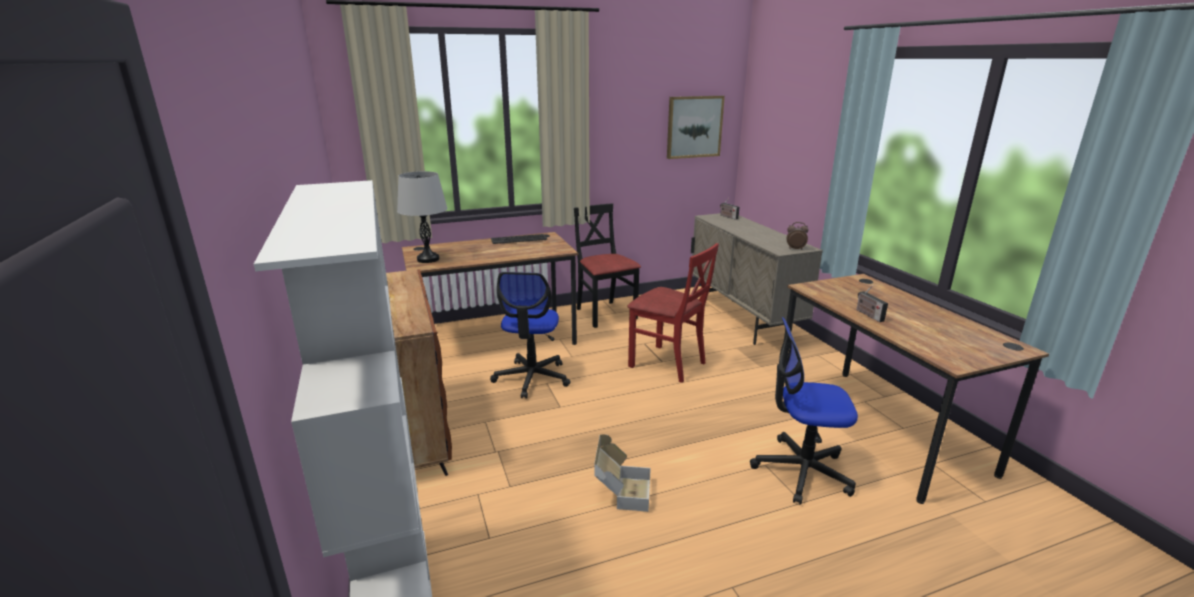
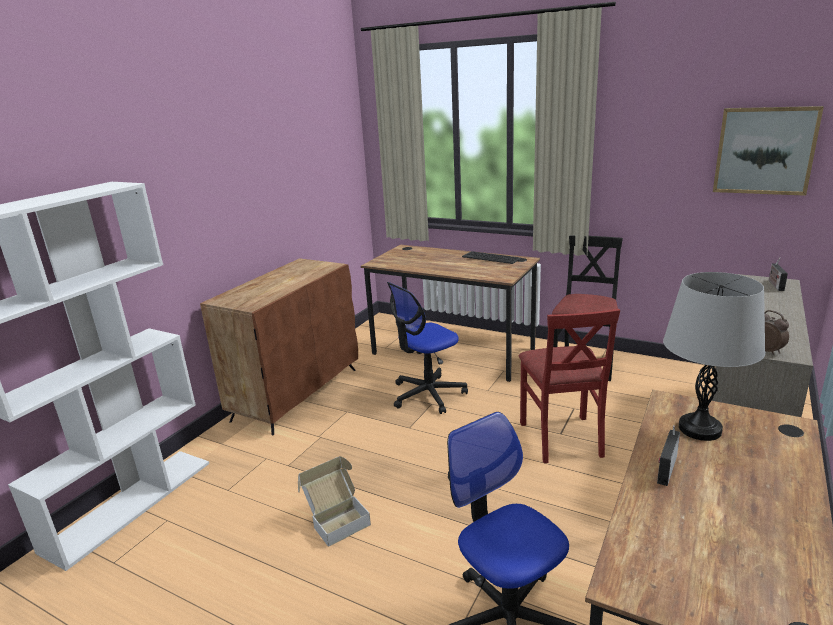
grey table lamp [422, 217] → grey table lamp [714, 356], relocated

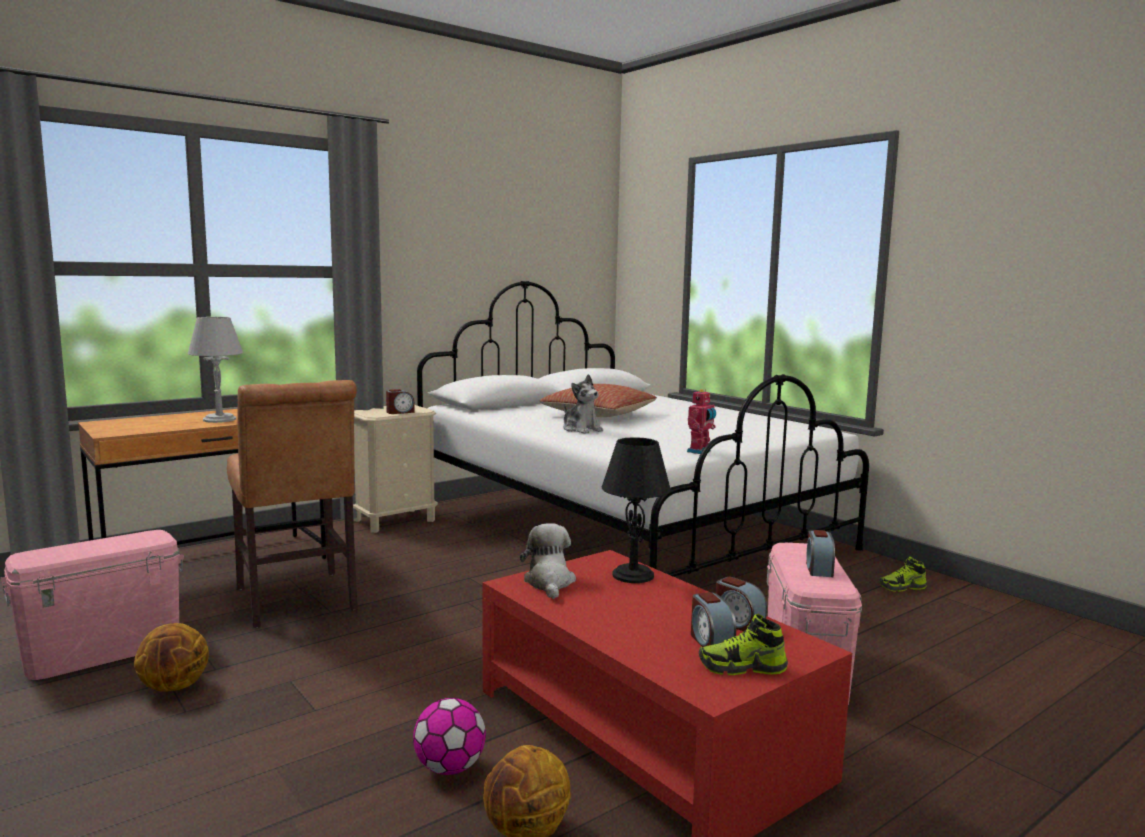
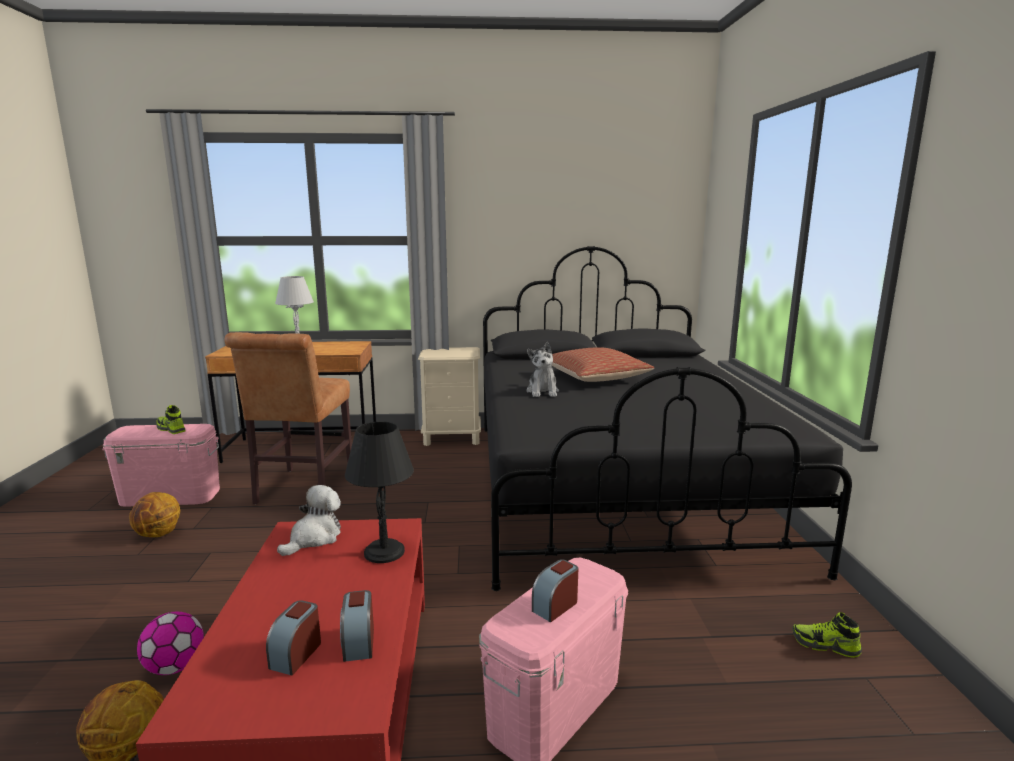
alarm clock [400, 401] → -
toy robot [701, 421] → -
shoe [743, 644] → shoe [171, 419], relocated
white bed [643, 429] → black bed [667, 418]

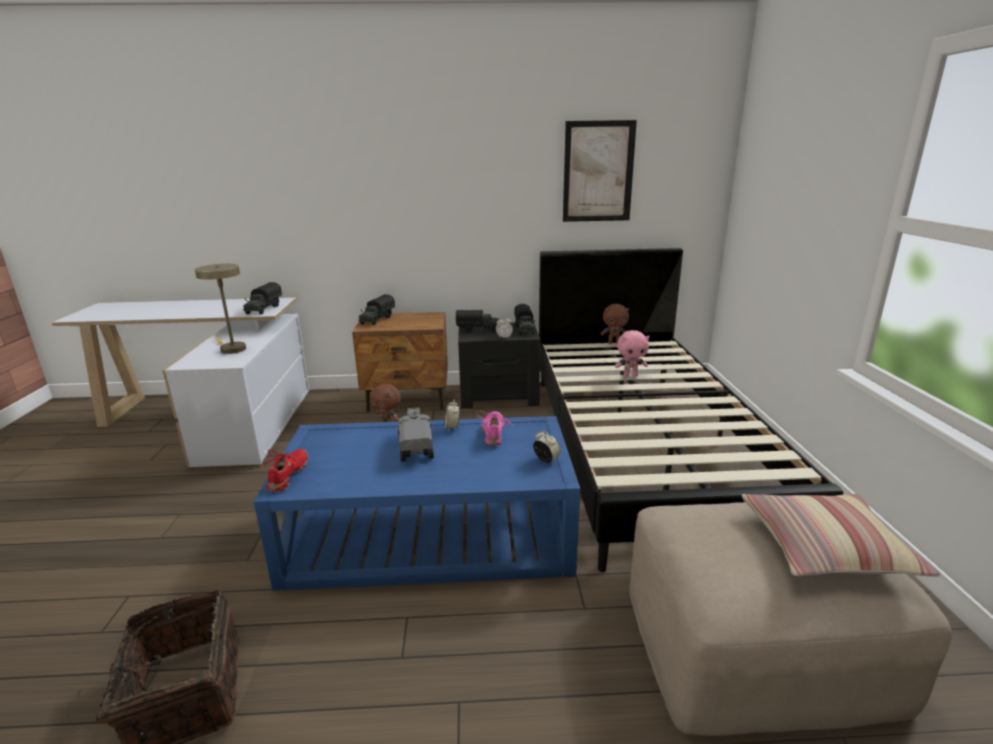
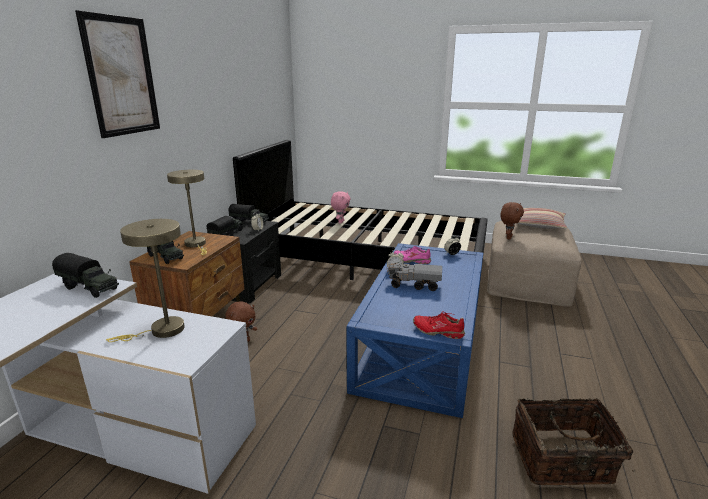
- → beige table lamp [187, 212]
picture [600, 171] → picture [117, 74], relocated
brown plush toy [614, 324] → brown plush toy [512, 220], relocated

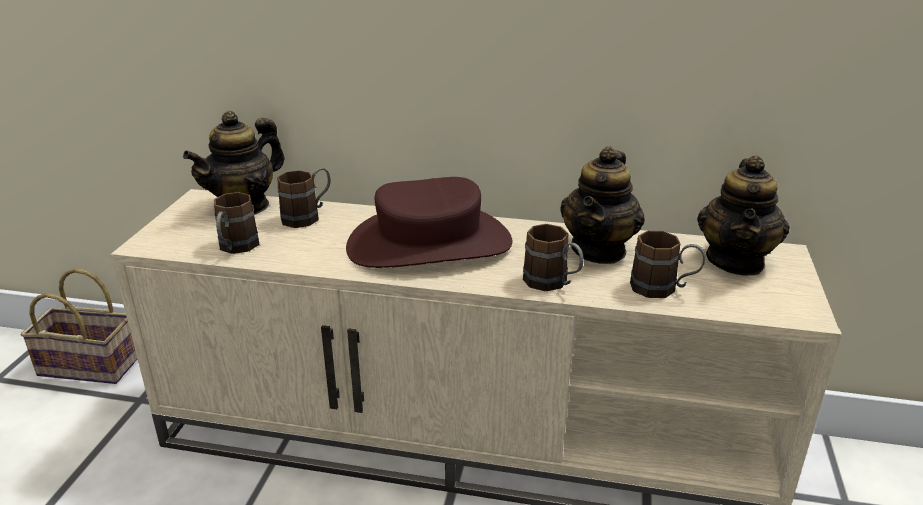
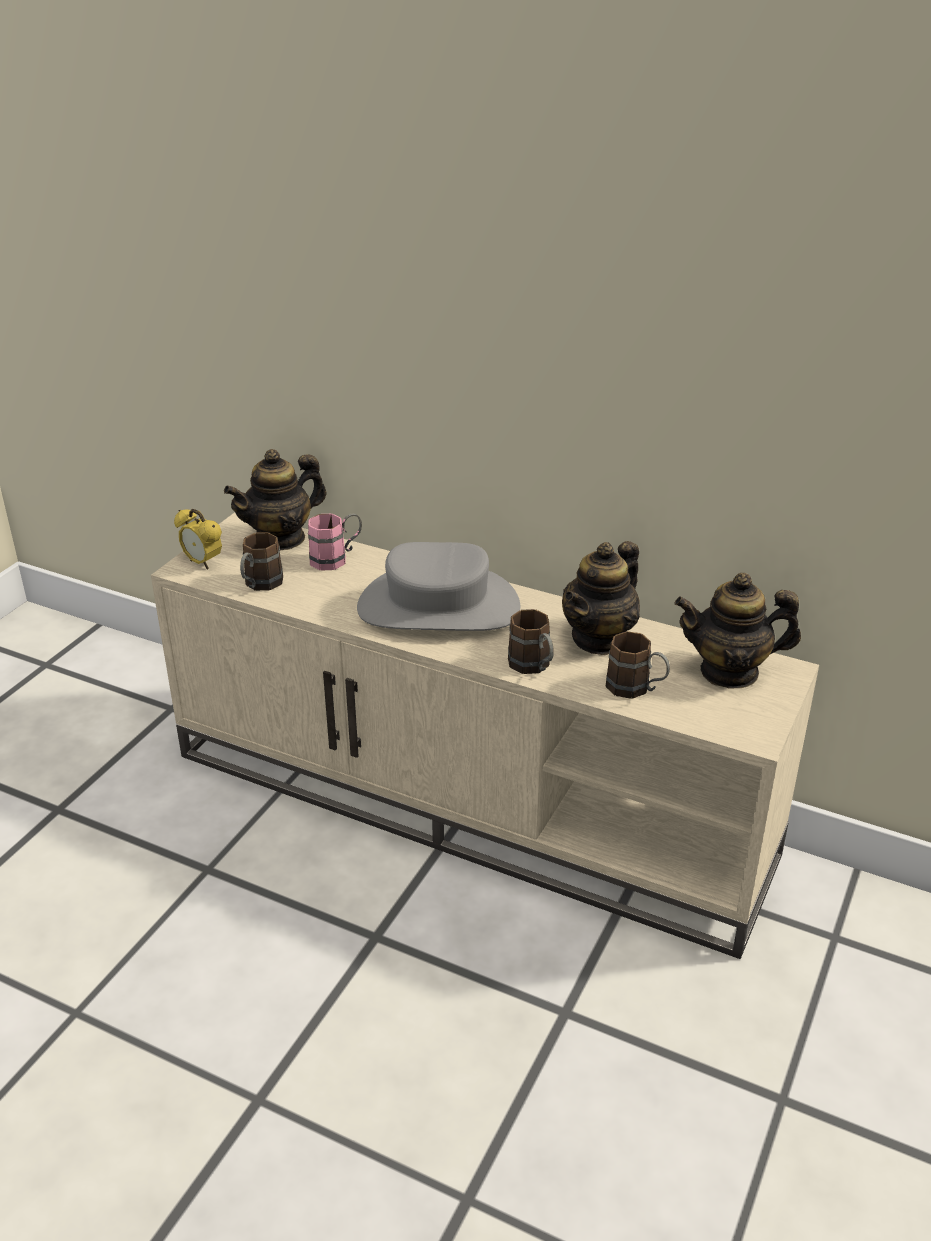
basket [79, 326] → -
- → alarm clock [198, 539]
brown mug [303, 198] → pink mug [335, 541]
brown hat [429, 222] → grey hat [438, 586]
teapot [743, 215] → teapot [737, 630], 60 degrees clockwise

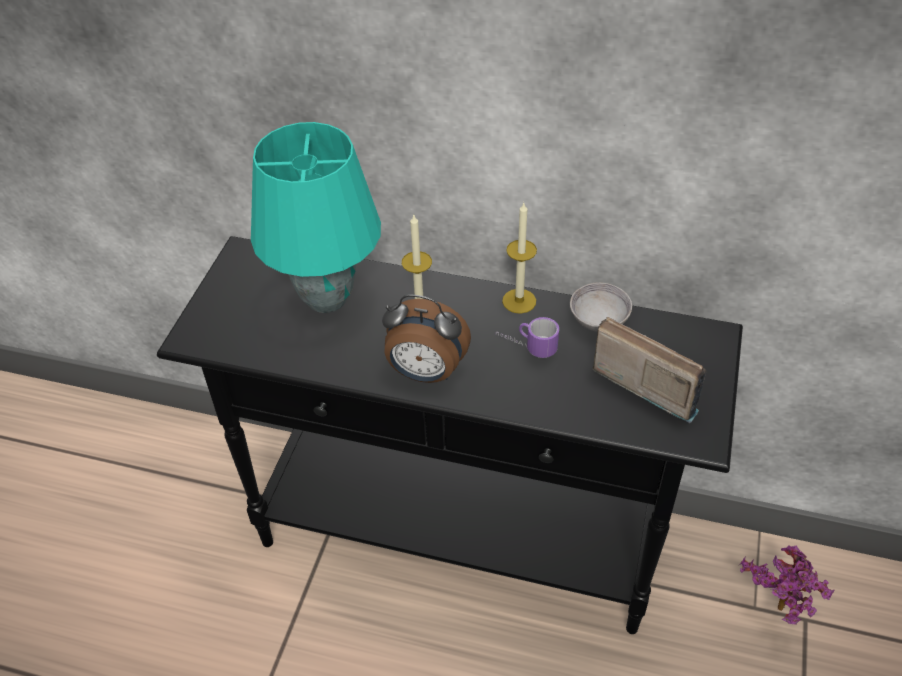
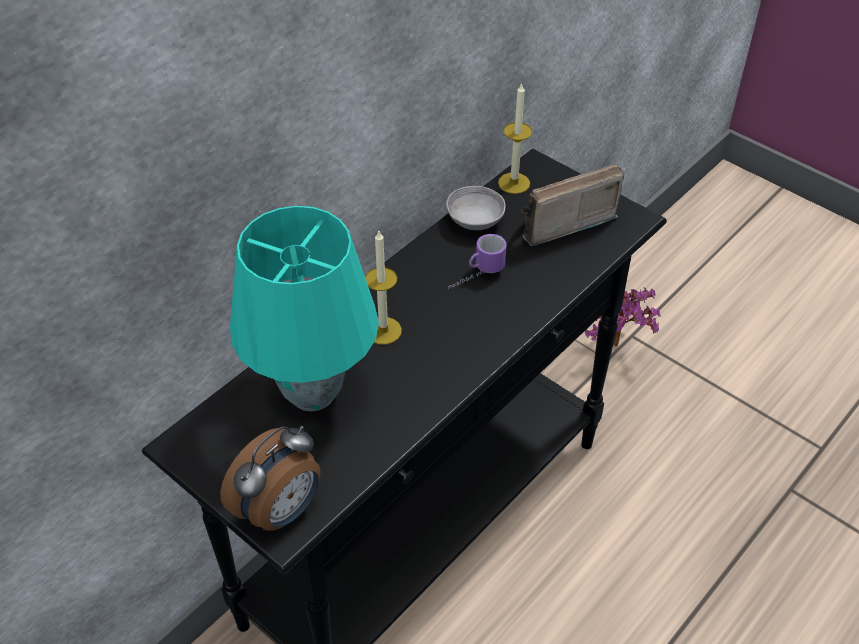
alarm clock [426, 338] → alarm clock [270, 478], relocated
candle [519, 258] → candle [515, 138], relocated

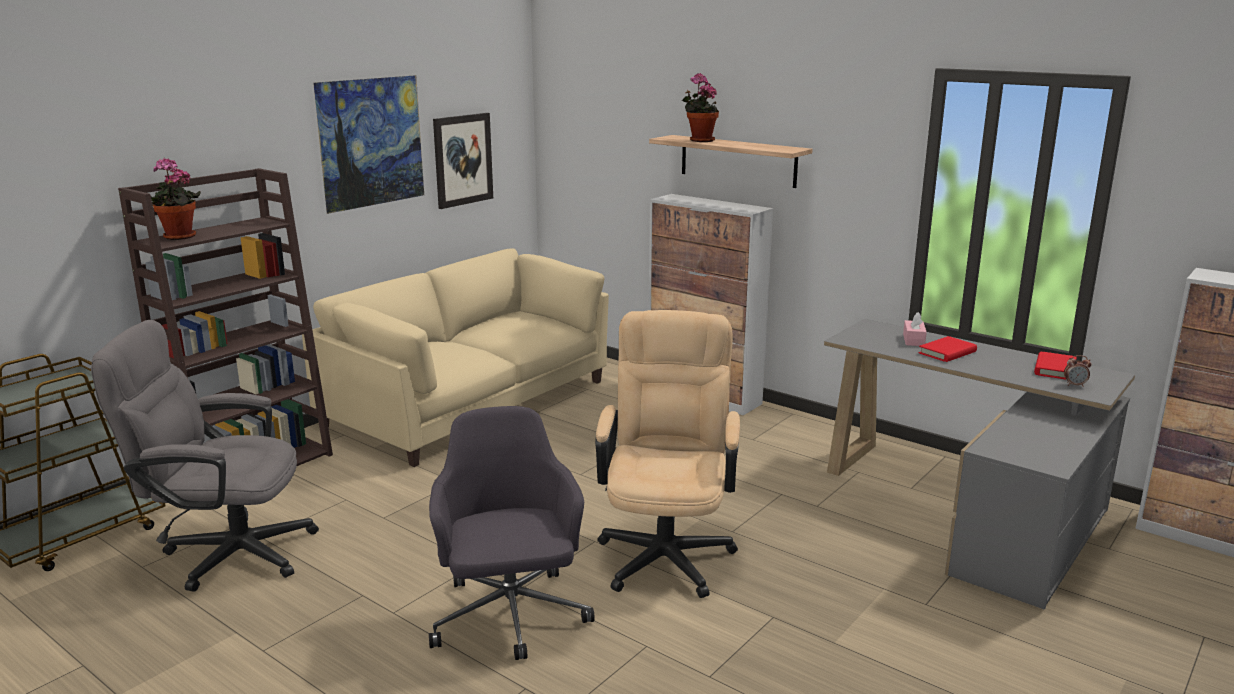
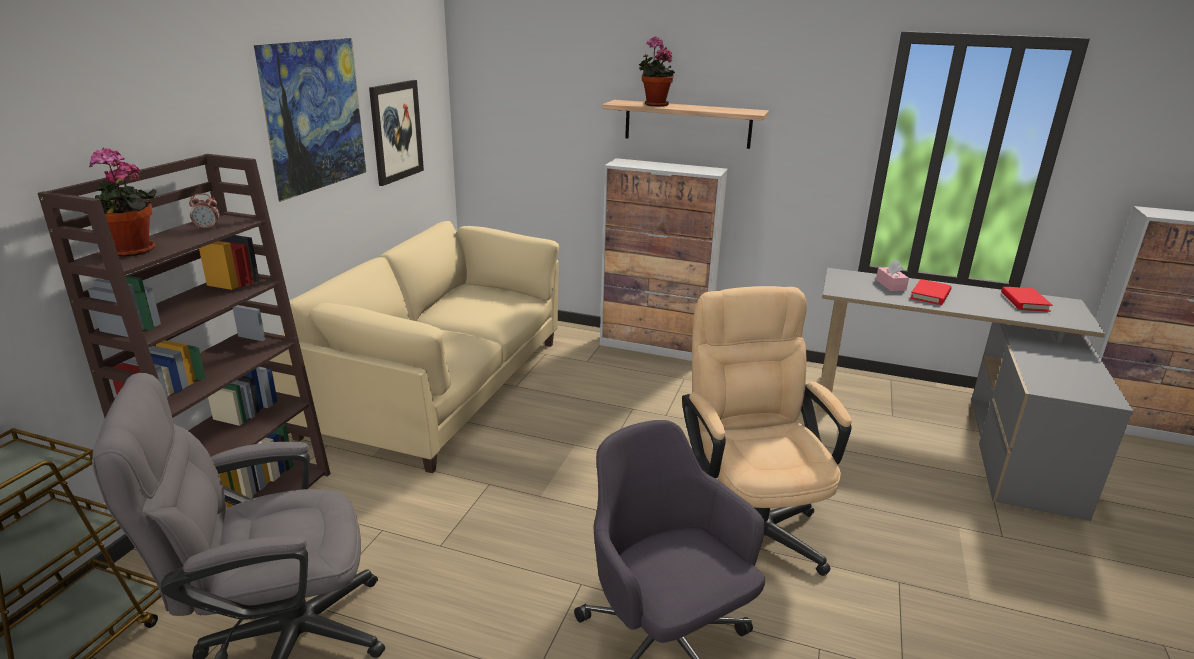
alarm clock [1077, 371] → alarm clock [204, 211], relocated

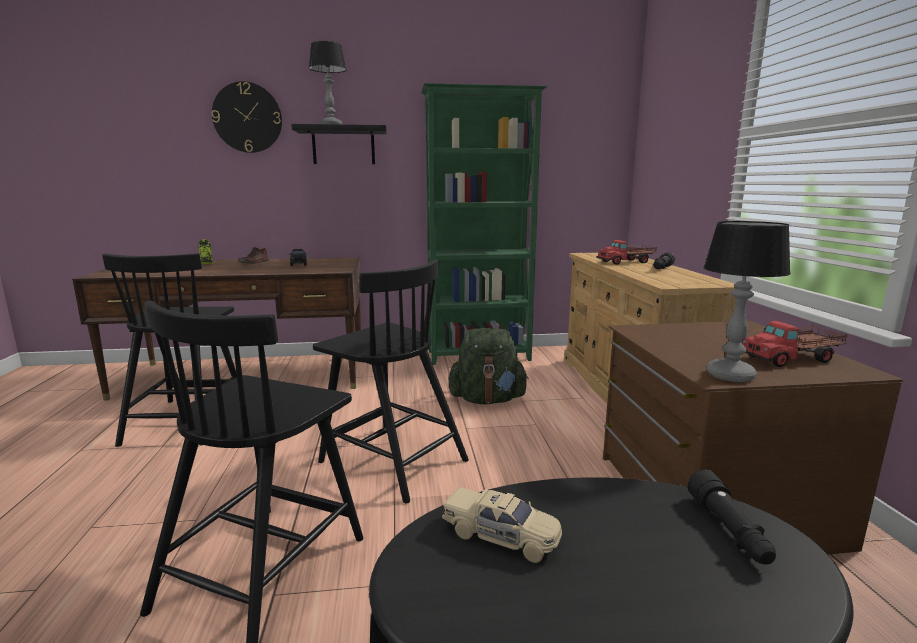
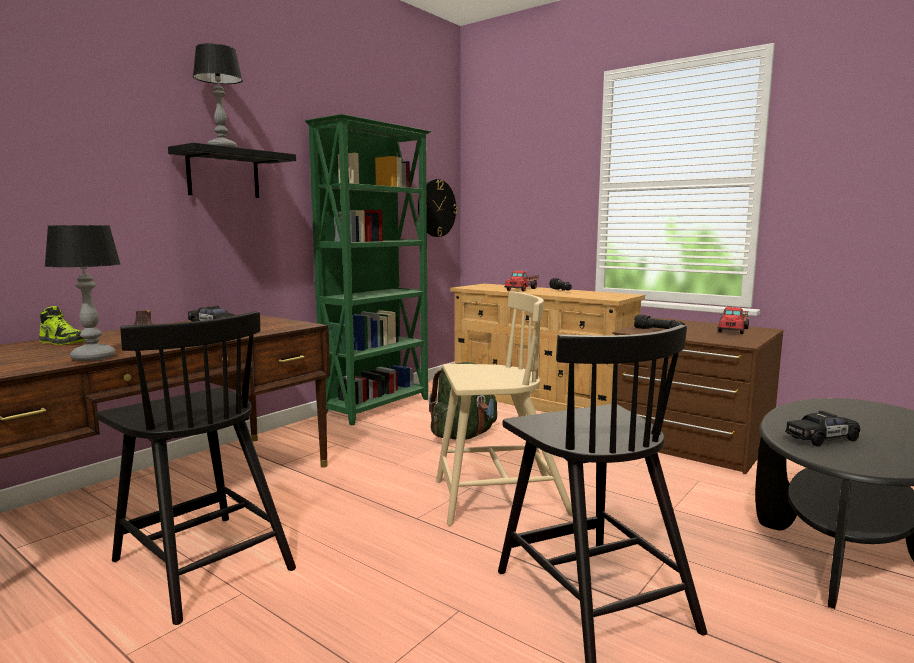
wall clock [247, 117] → wall clock [437, 208], relocated
black flashlight [732, 517] → black flashlight [659, 321], relocated
table lamp [747, 301] → table lamp [82, 293], relocated
black chair [391, 382] → beige chair [504, 408]
beige toy car [502, 525] → black toy car [822, 429]

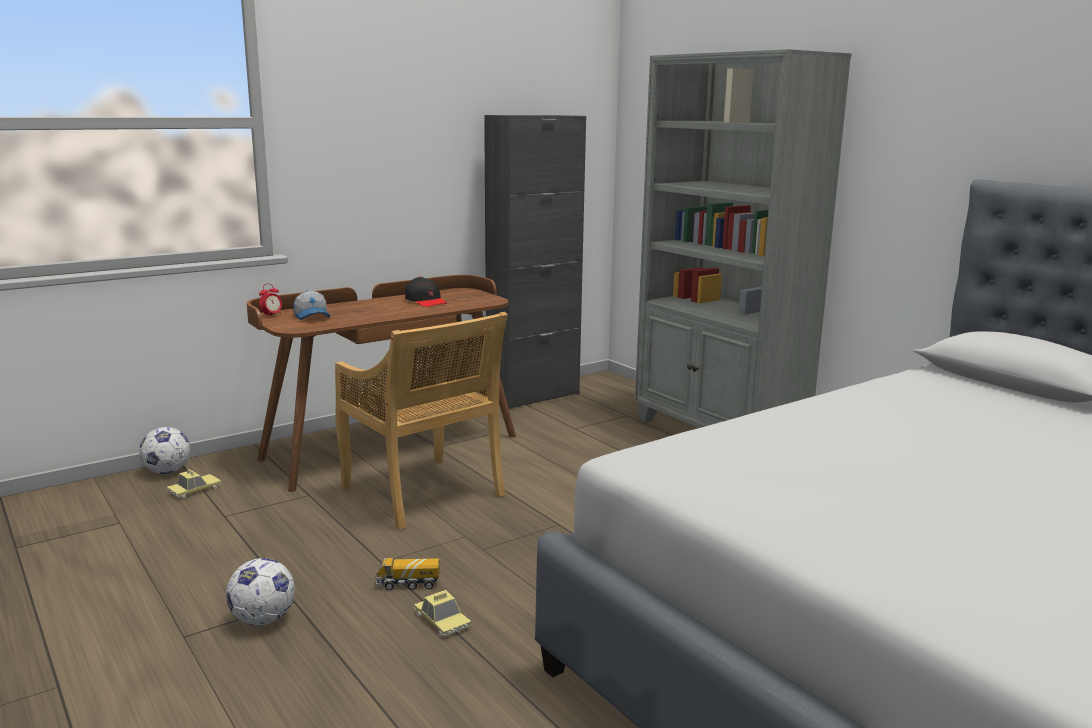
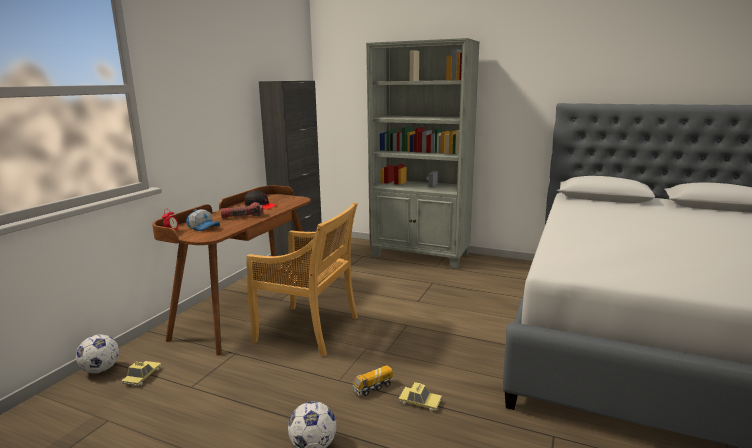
- → flashlight [242, 210]

